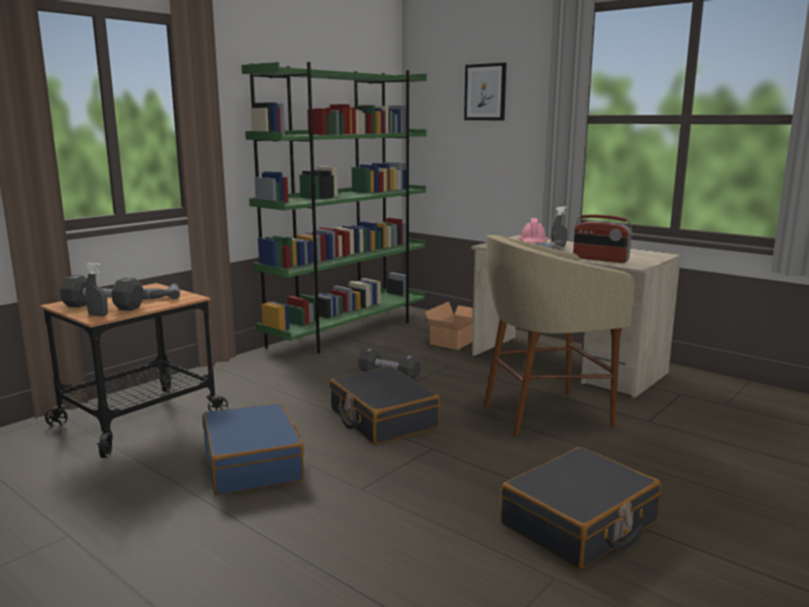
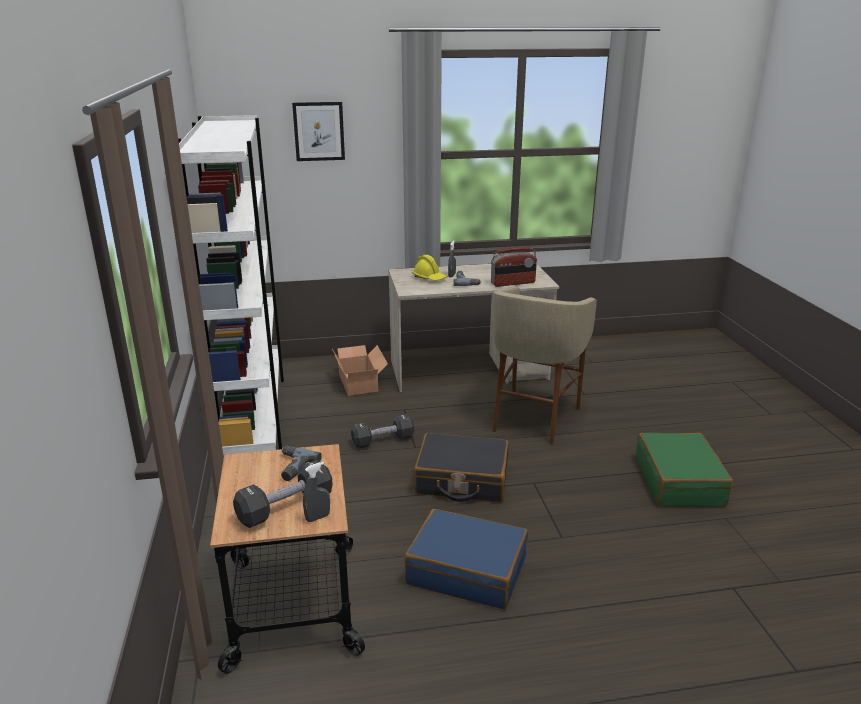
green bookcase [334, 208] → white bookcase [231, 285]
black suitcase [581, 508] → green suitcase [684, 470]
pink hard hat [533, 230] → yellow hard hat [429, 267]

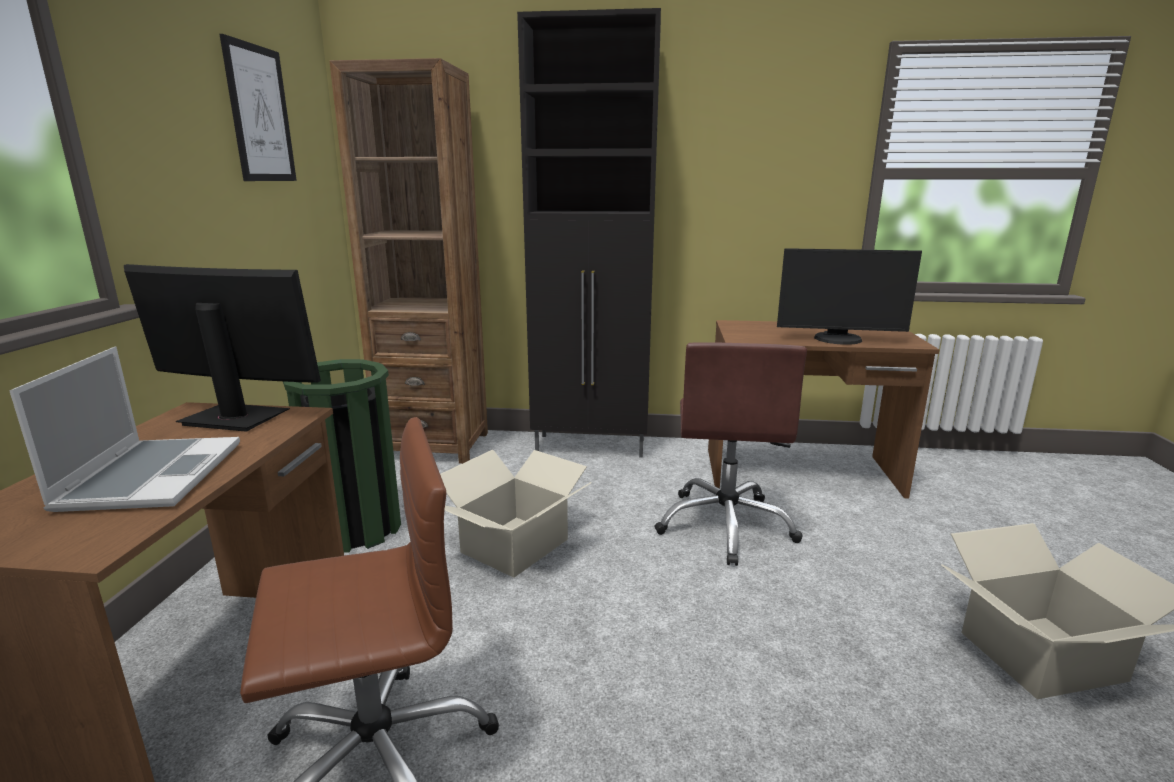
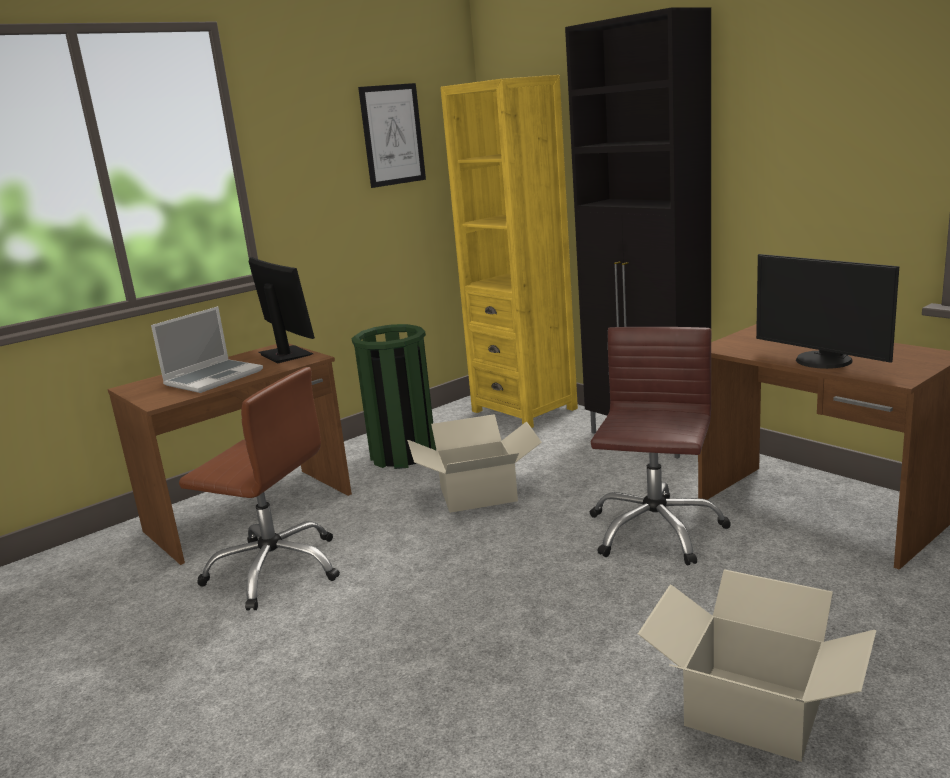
brown bookcase [408, 261] → yellow bookcase [509, 251]
brown office chair [730, 454] → brown office chair [660, 446], 150 degrees clockwise

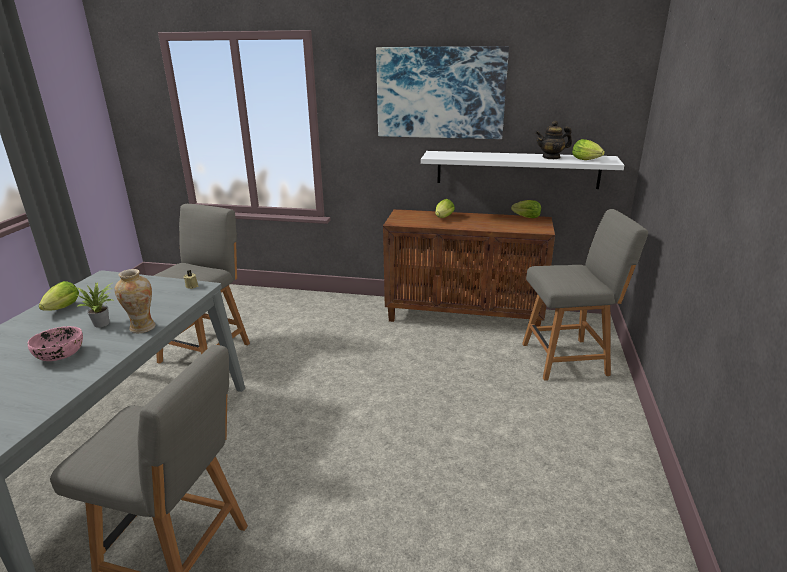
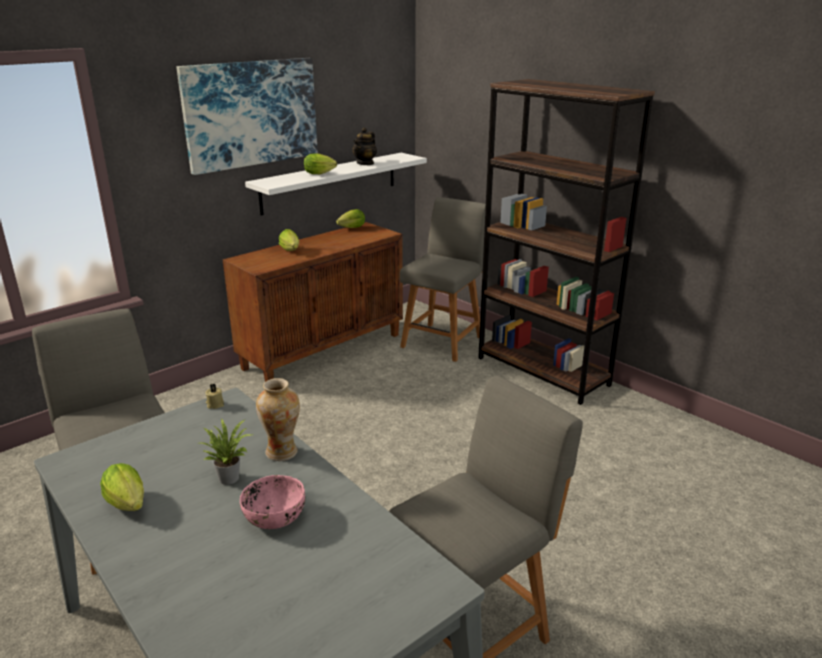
- → brown bookcase [566, 242]
lettuce [588, 149] → lettuce [320, 164], relocated

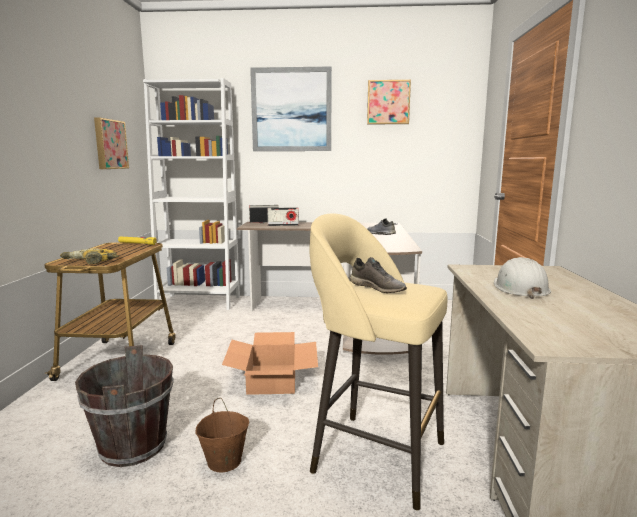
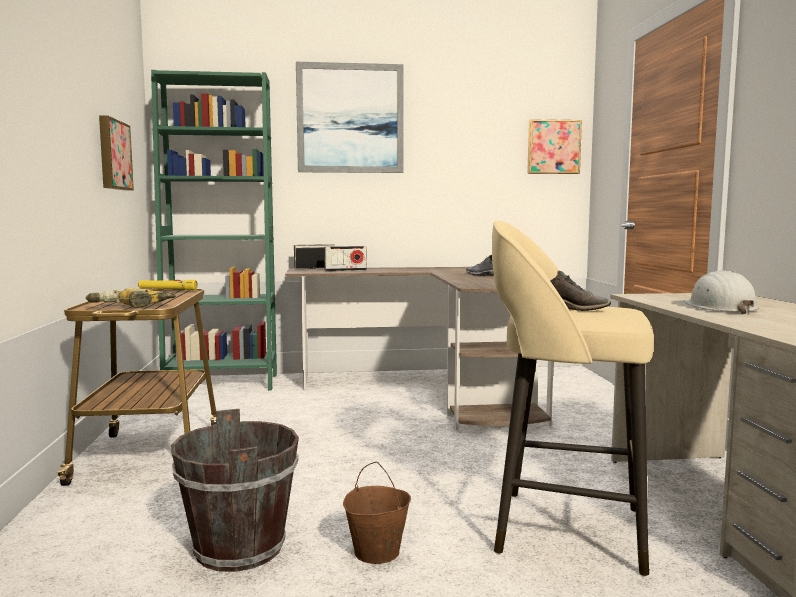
cardboard box [270, 363] → -
picture [389, 102] → picture [554, 146], relocated
white bookcase [191, 194] → green bookcase [214, 230]

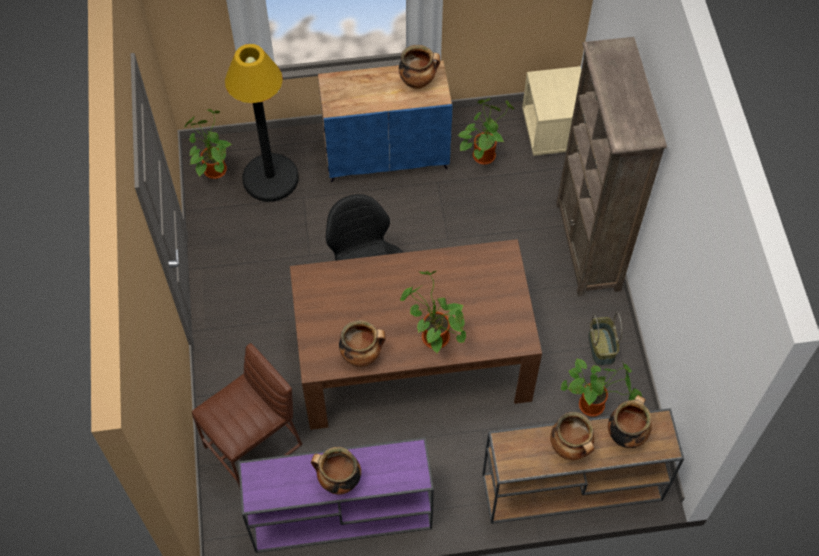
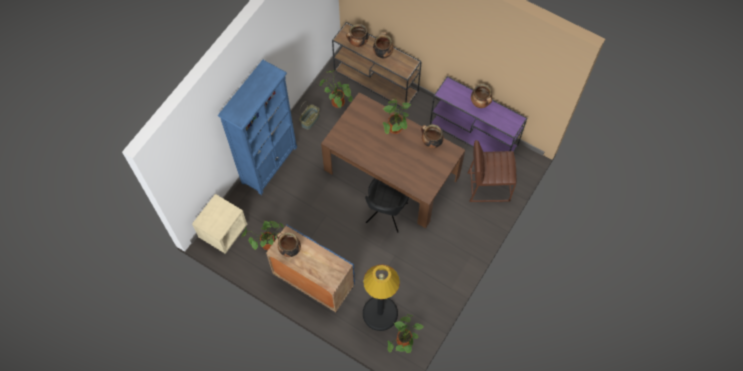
brown bookcase [611, 166] → blue bookcase [257, 127]

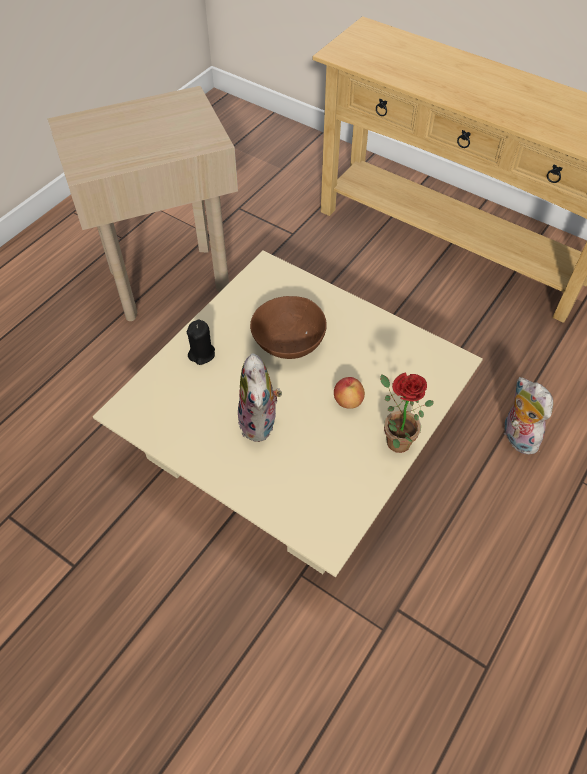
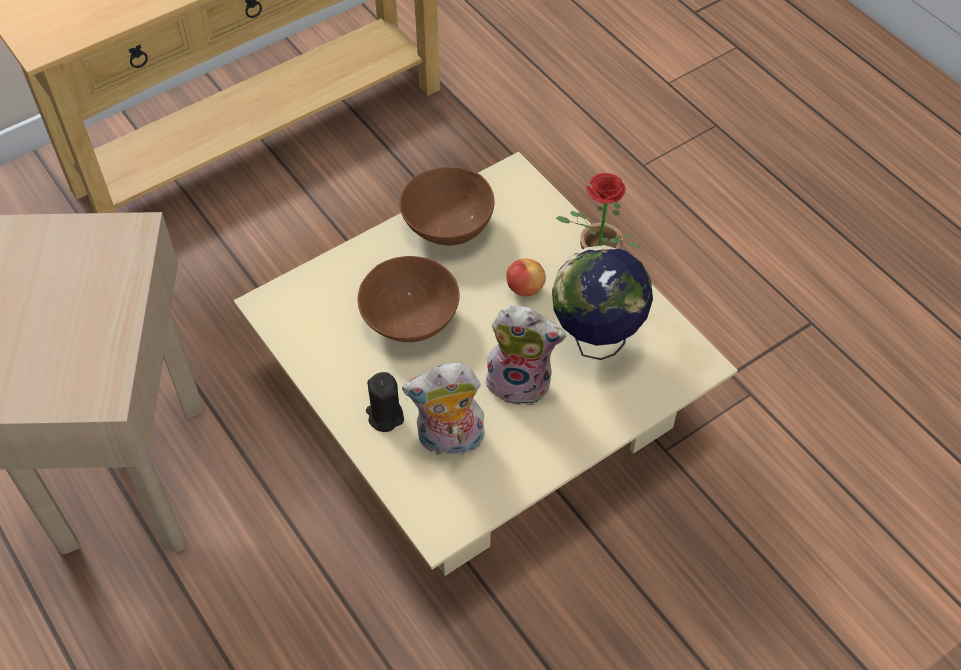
- → brown bowl [447, 206]
- → globe [602, 302]
plush toy [528, 415] → plush toy [443, 409], relocated

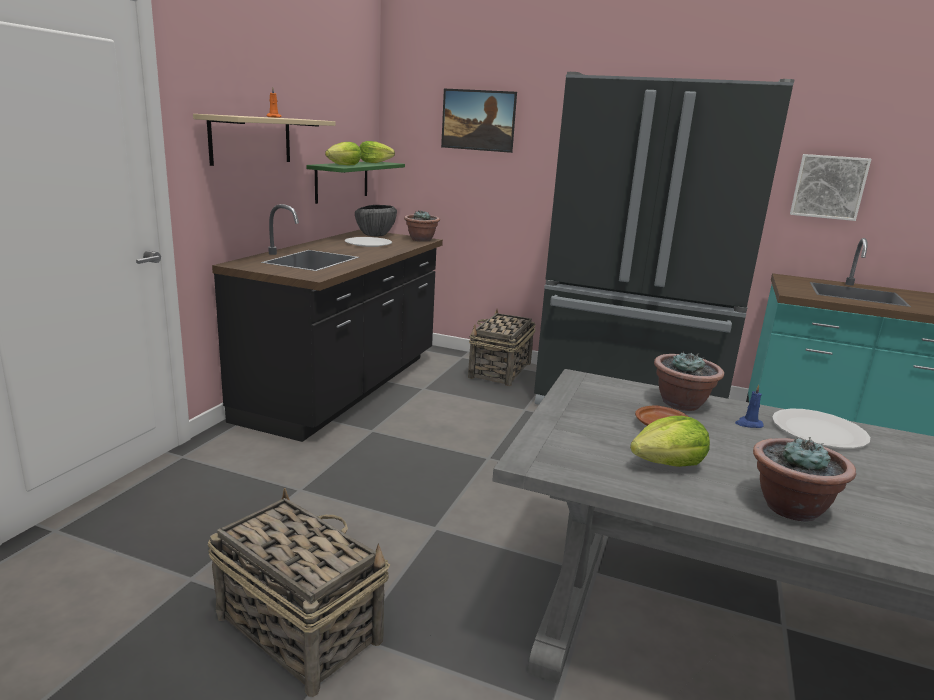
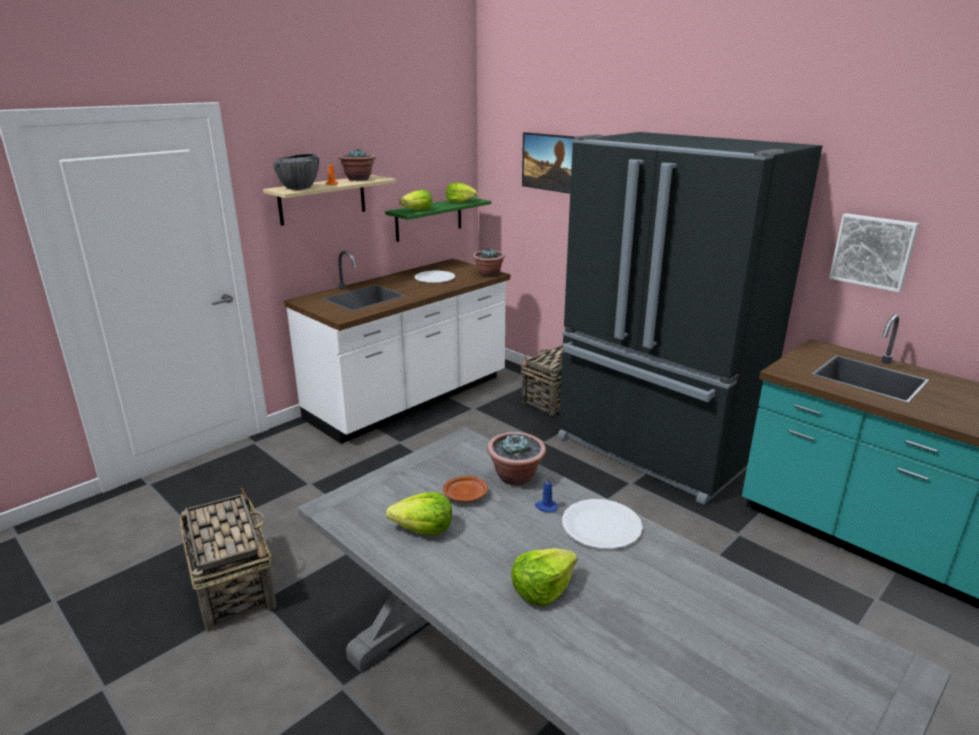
- → lettuce [544, 577]
bowl [376, 220] → bowl [296, 172], relocated
potted plant [804, 478] → potted plant [357, 164], relocated
black counter [327, 323] → white counter [397, 347]

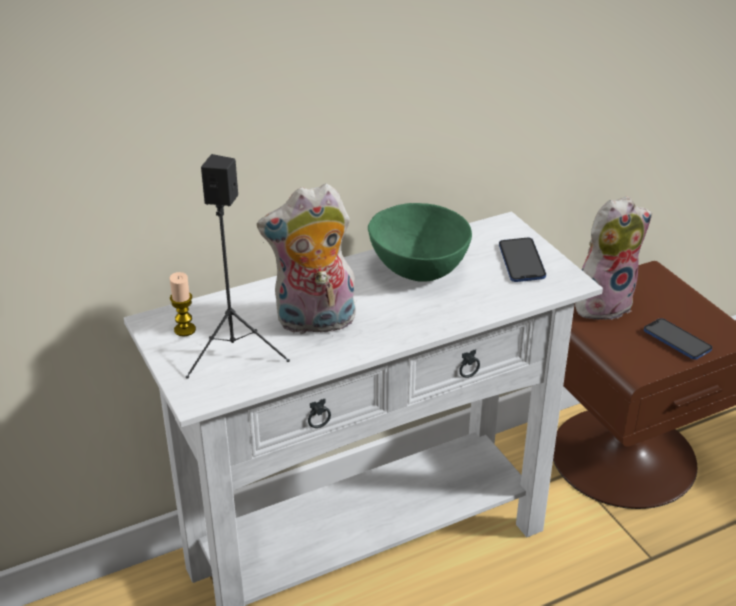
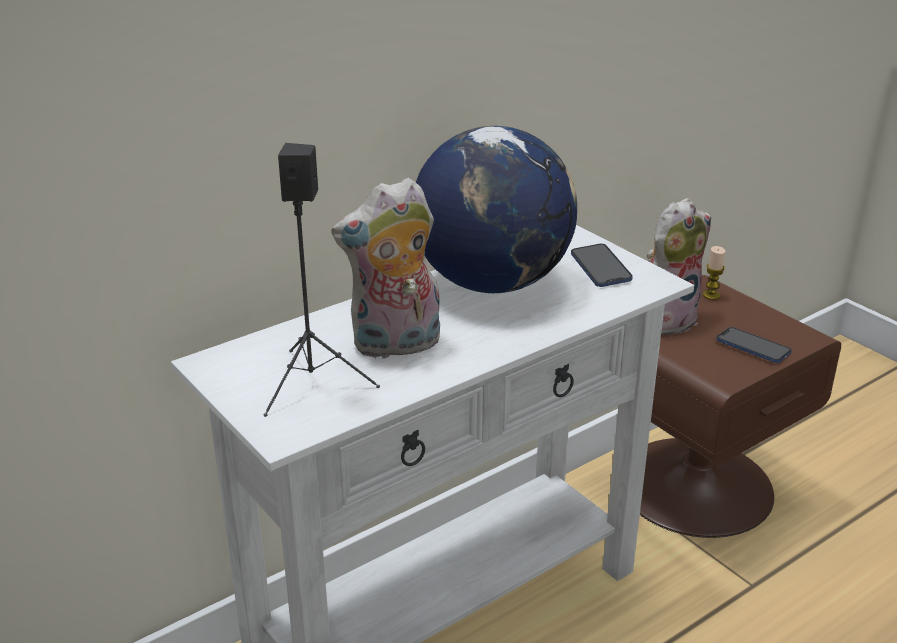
candle [183, 304] → candle [714, 273], relocated
green bowl [420, 242] → globe [496, 209]

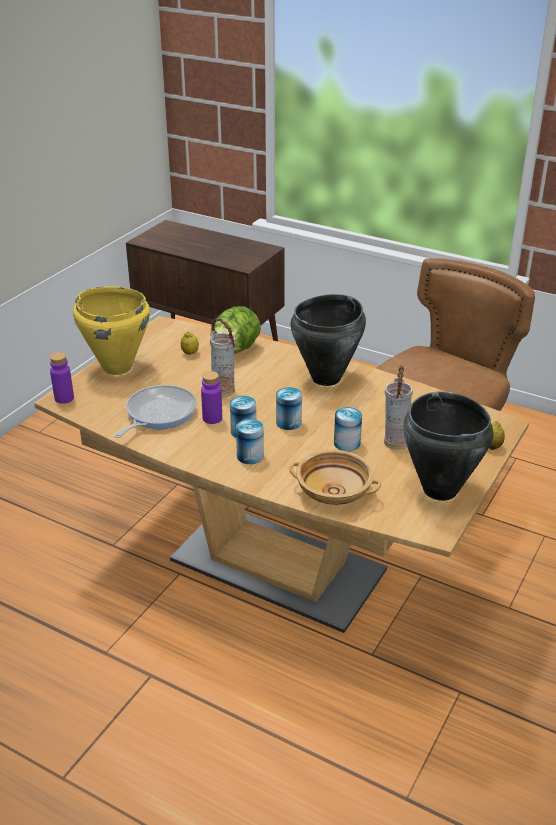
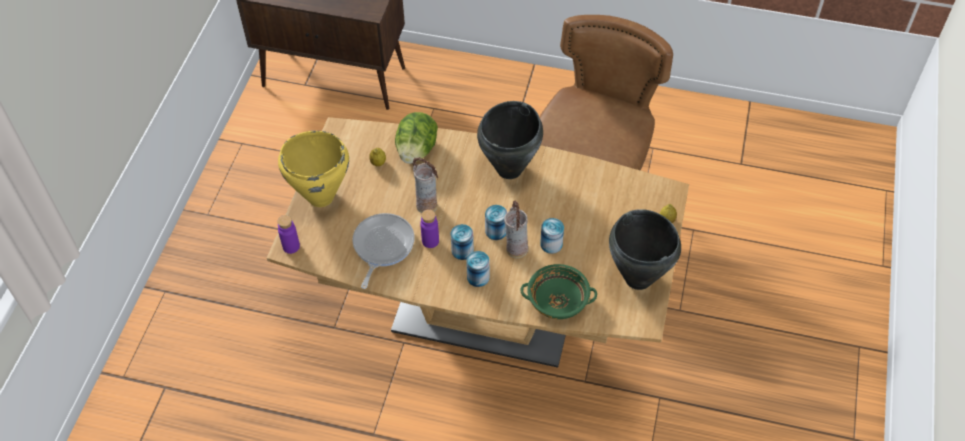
vase [398, 408] → vase [516, 229], relocated
beige bowl [335, 477] → green bowl [558, 291]

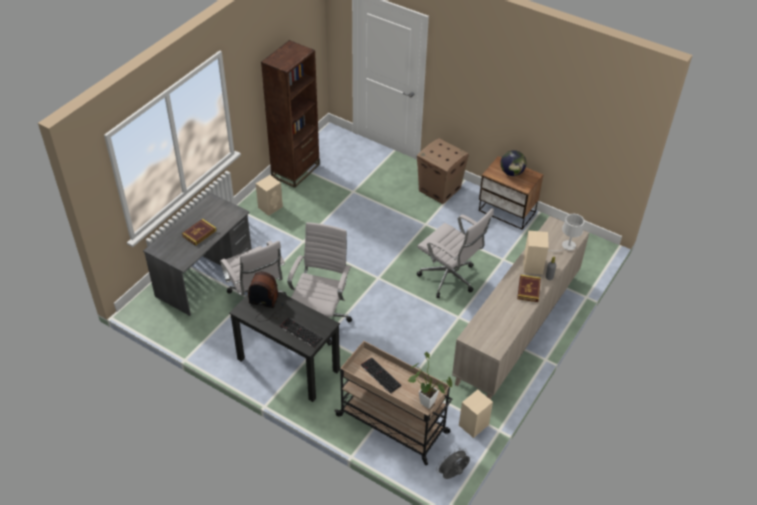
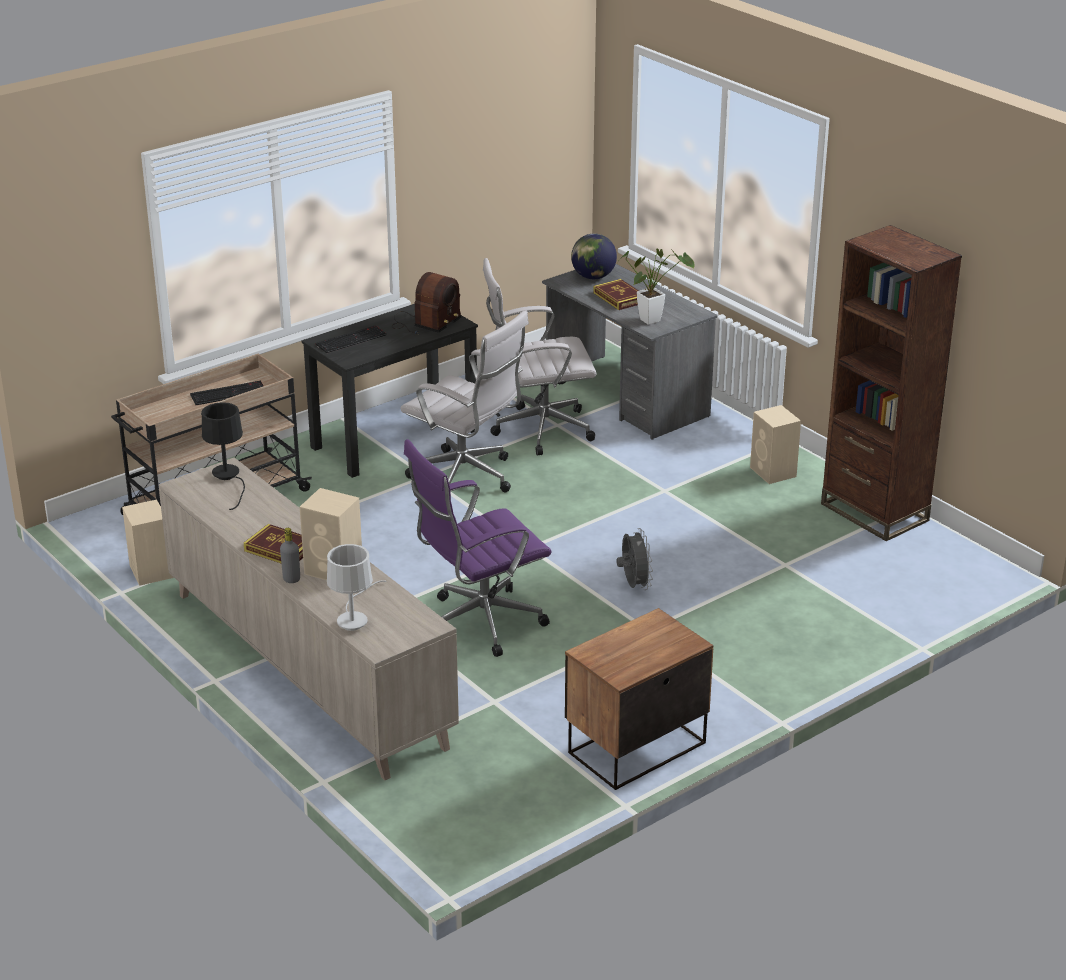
cardboard box [443, 171] → -
- → black table lamp [223, 456]
potted plant [430, 380] → potted plant [656, 287], relocated
grey fan [453, 464] → grey fan [634, 559], relocated
globe [513, 163] → globe [594, 256], relocated
white office chair [455, 253] → purple office chair [478, 548]

